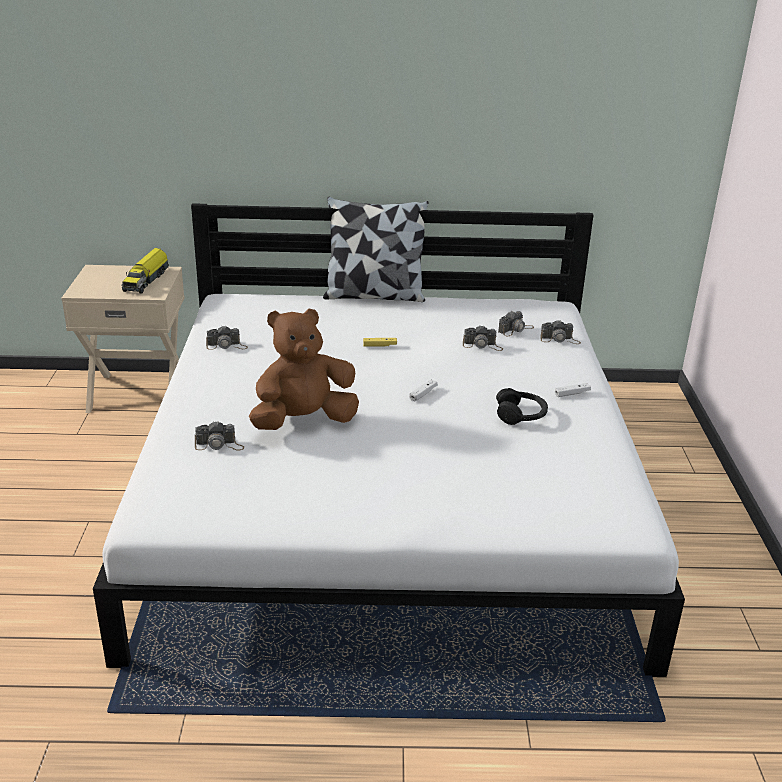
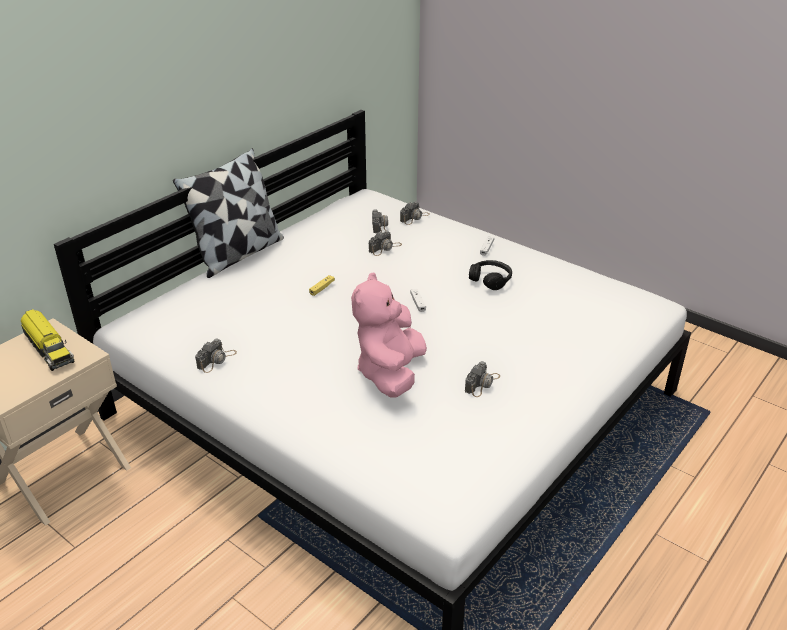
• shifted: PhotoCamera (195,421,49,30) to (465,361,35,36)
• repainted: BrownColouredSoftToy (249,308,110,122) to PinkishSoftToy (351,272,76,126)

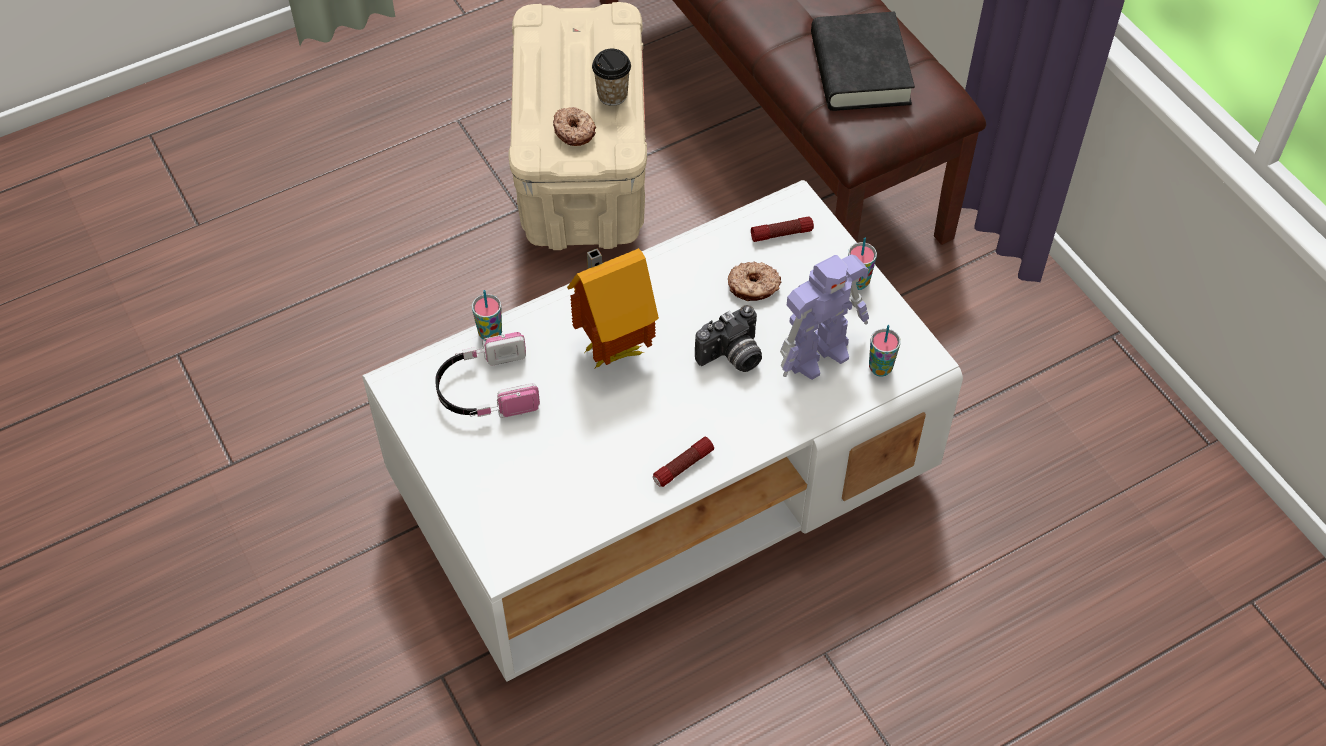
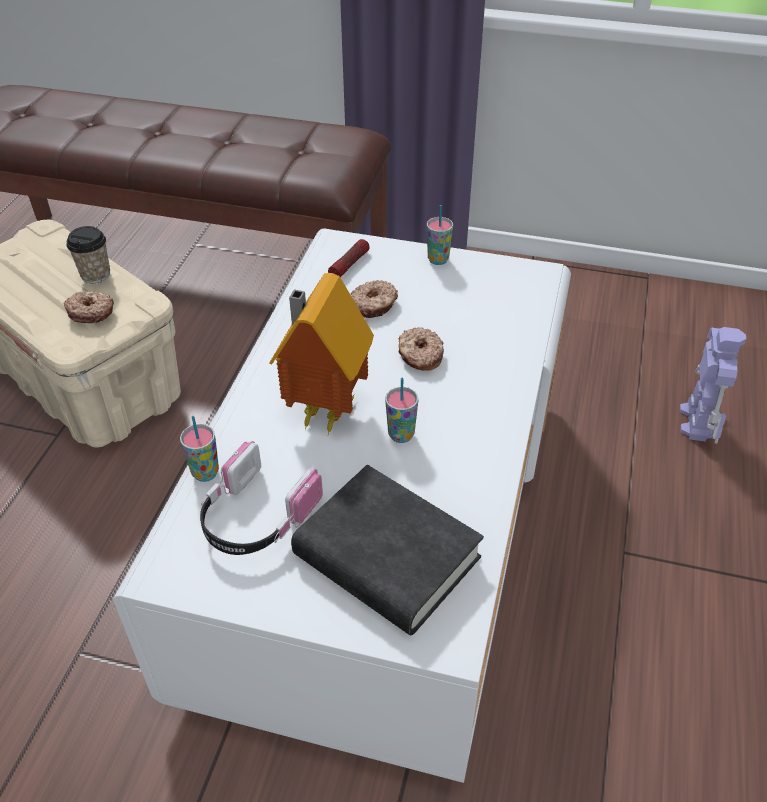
• gone: Flashlight (653,437,61,50)
• shifted: RobotFigure (780,254,89,126) to (680,327,66,117)
• shifted: BlackishVolume (811,12,104,99) to (291,465,193,170)
• shifted: SmallCup (869,325,32,51) to (385,378,33,65)
• swapped: PhotoCamera (695,305,67,67) to RingDoughnut (398,327,46,44)

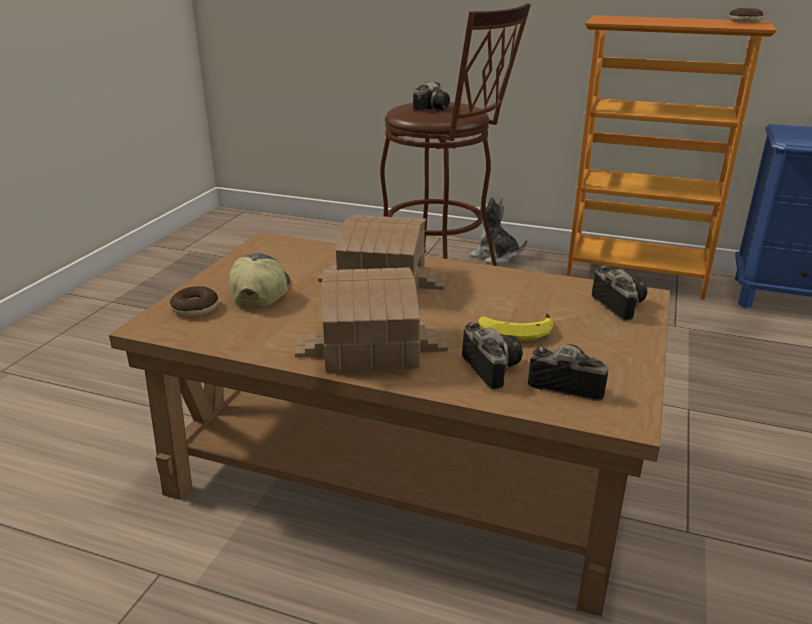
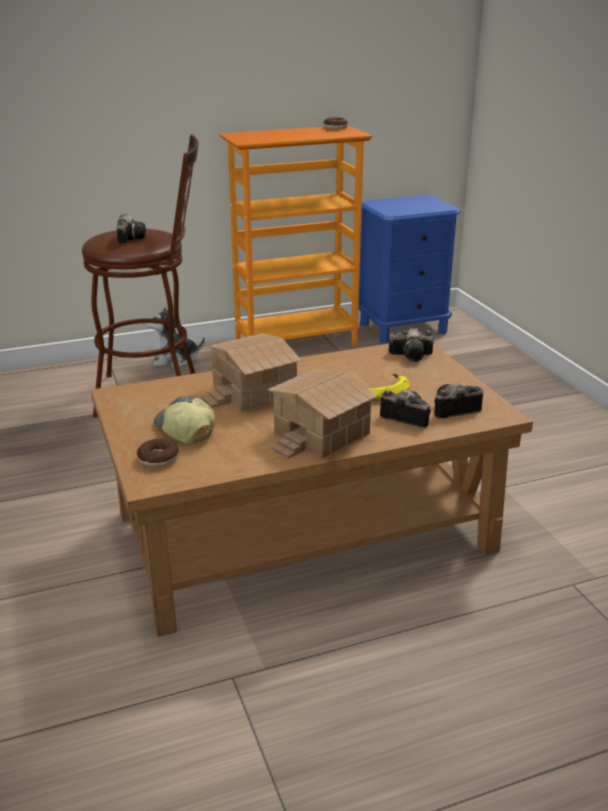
• rotated: PhotoCamera (592,266,56,55) = (389,328,45,34) 150 degrees clockwise

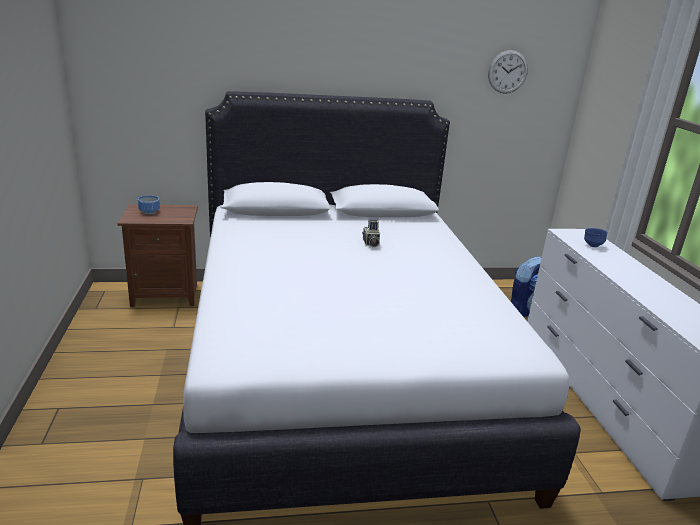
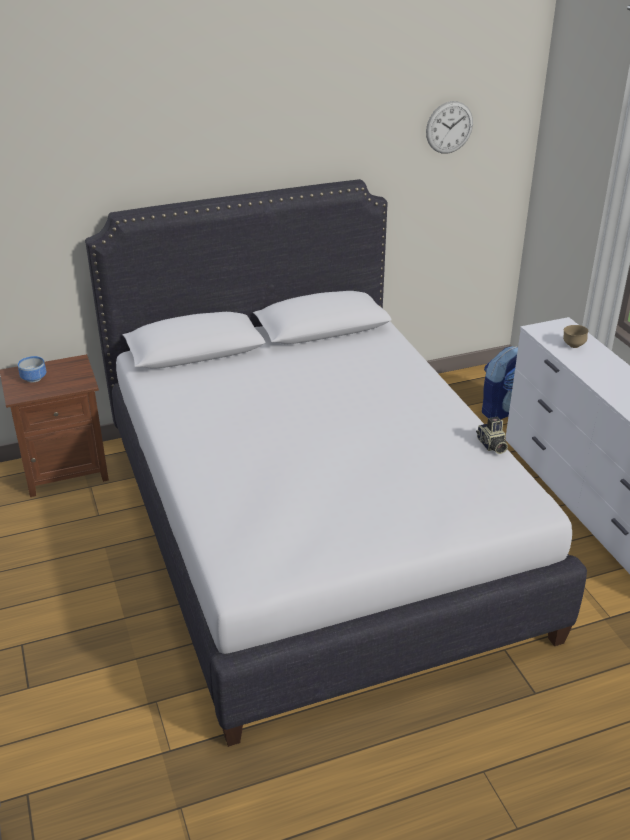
• shifted: PhotoCamera (362,220,18,27) to (476,417,32,37)
• repainted: BlueColouredServingBowl (584,228,24,19) to BrownColouredServingBowl (563,325,25,23)

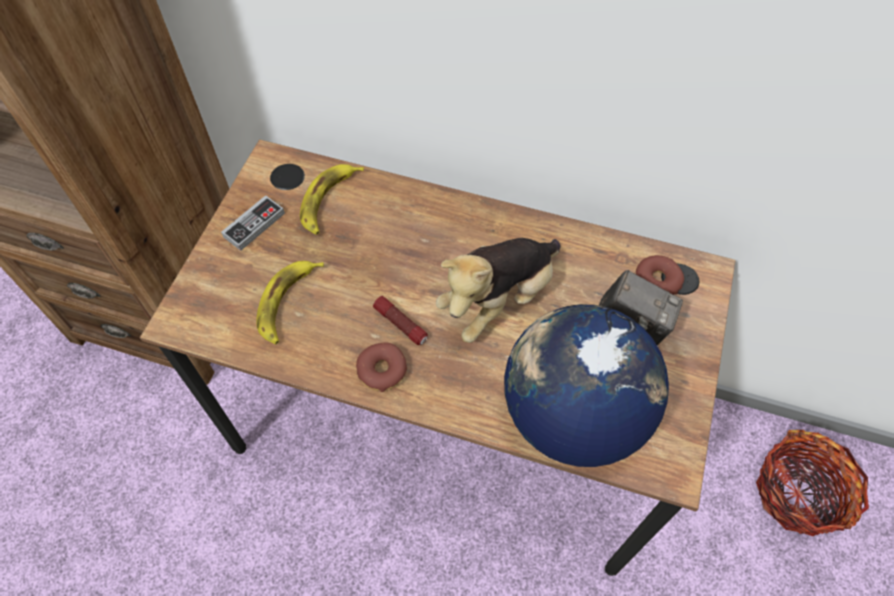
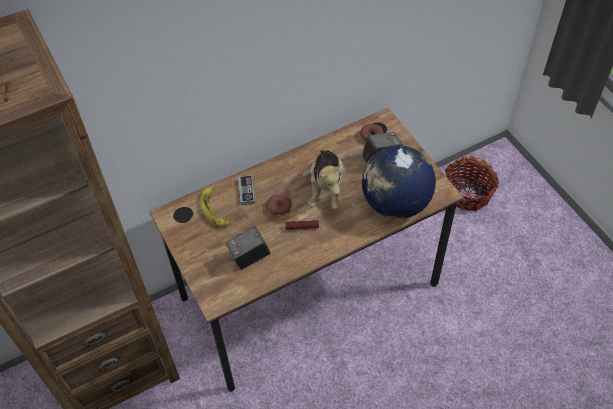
• shifted: GameController (221,195,64,56) to (238,175,17,30)
• shifted: RingDoughnut (356,342,51,50) to (266,194,25,22)
• swapped: Banana (256,261,68,83) to PhotoCamera (226,226,44,44)

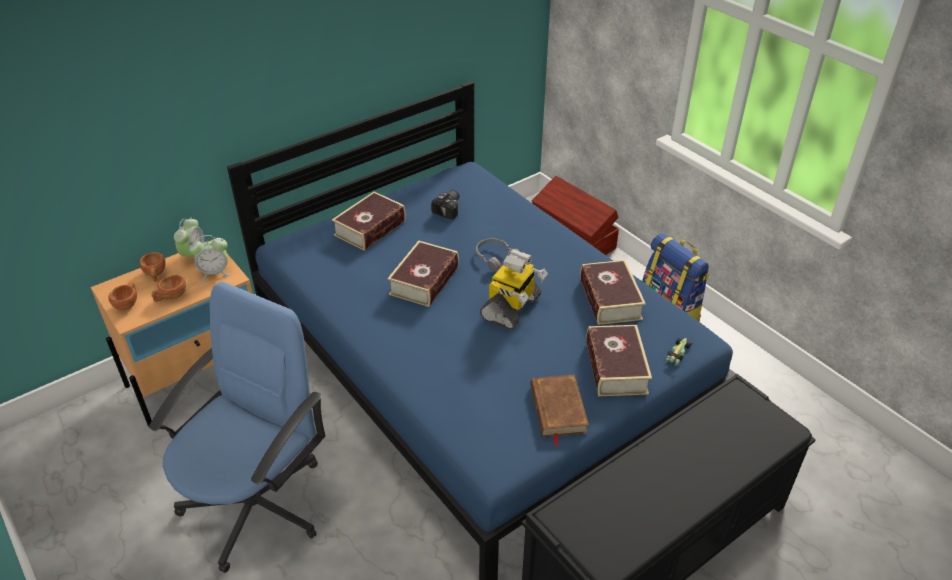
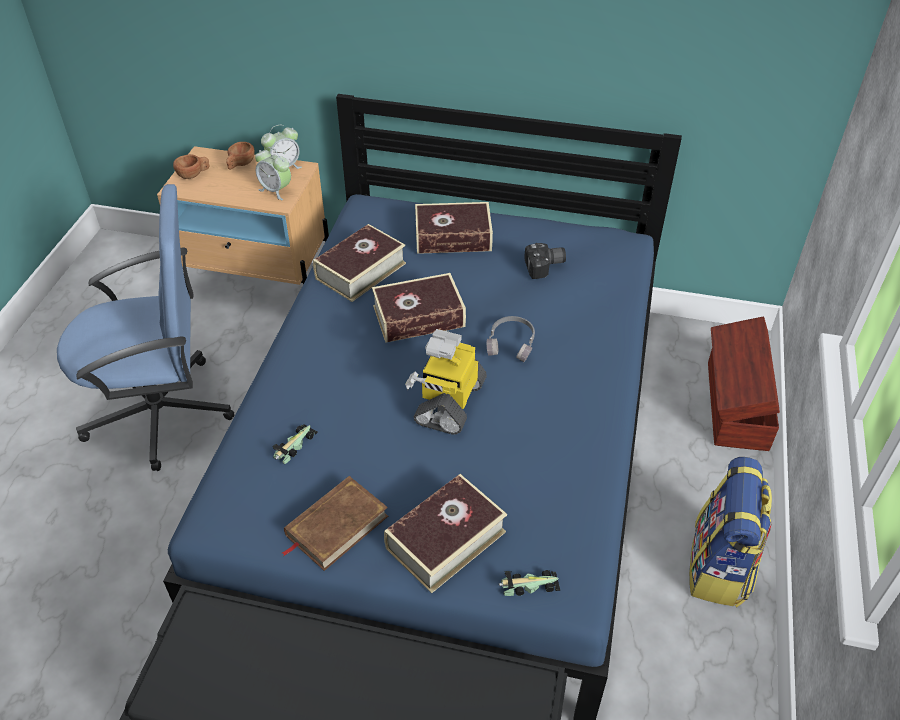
• gone: BrownColouredSmallCup (151,275,35,27)
• new: ToyCar (273,425,45,39)
• shifted: Volume (580,260,66,65) to (313,224,93,78)
• rotated: RobotFigure (480,250,68,80) = (405,329,82,106) 120 degrees clockwise

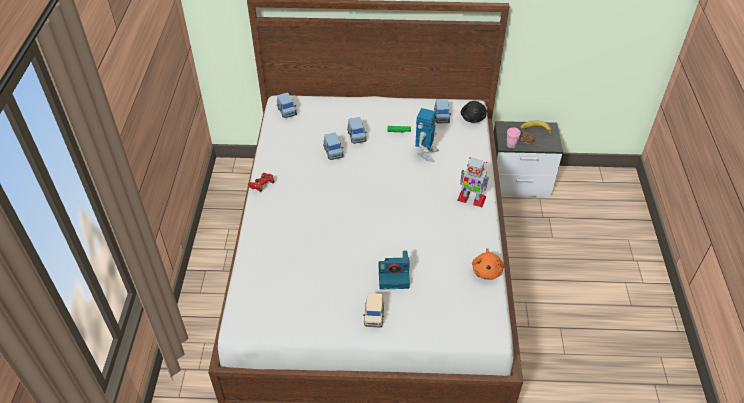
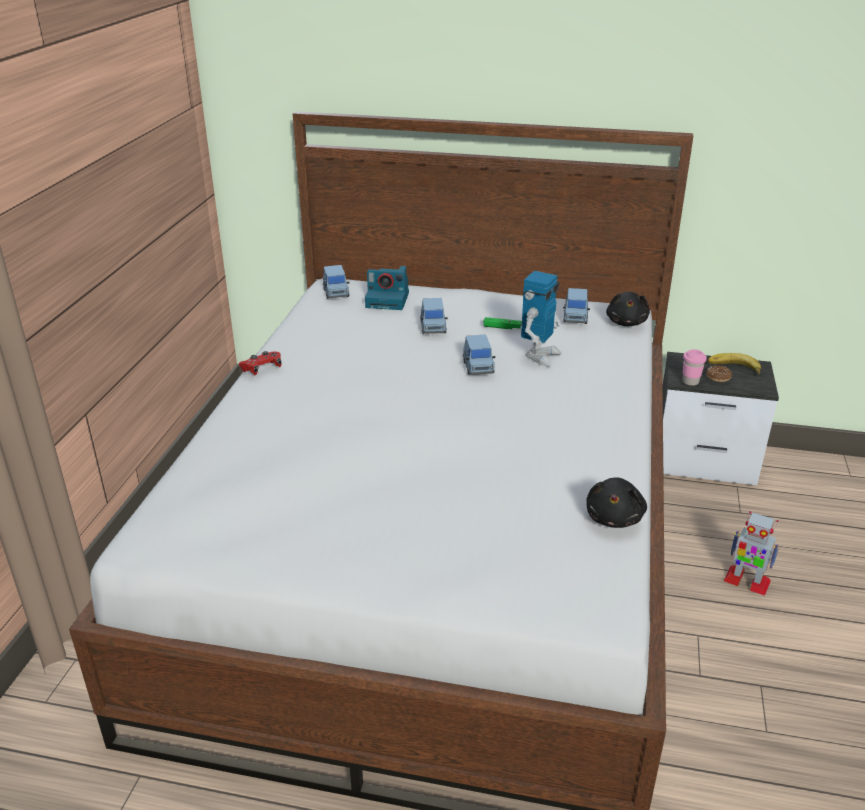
• gone: BeigeToyCar (363,293,21,35)
• shifted: BlueColouredToyCar (323,132,21,28) to (463,335,32,40)
• shifted: PhotoCamera (378,251,32,39) to (365,266,44,44)
• shifted: RobotFigure (457,158,32,49) to (724,511,56,85)
• repainted: OrangeySoftToy (472,248,32,32) to BlackishSoftToy (586,478,61,50)

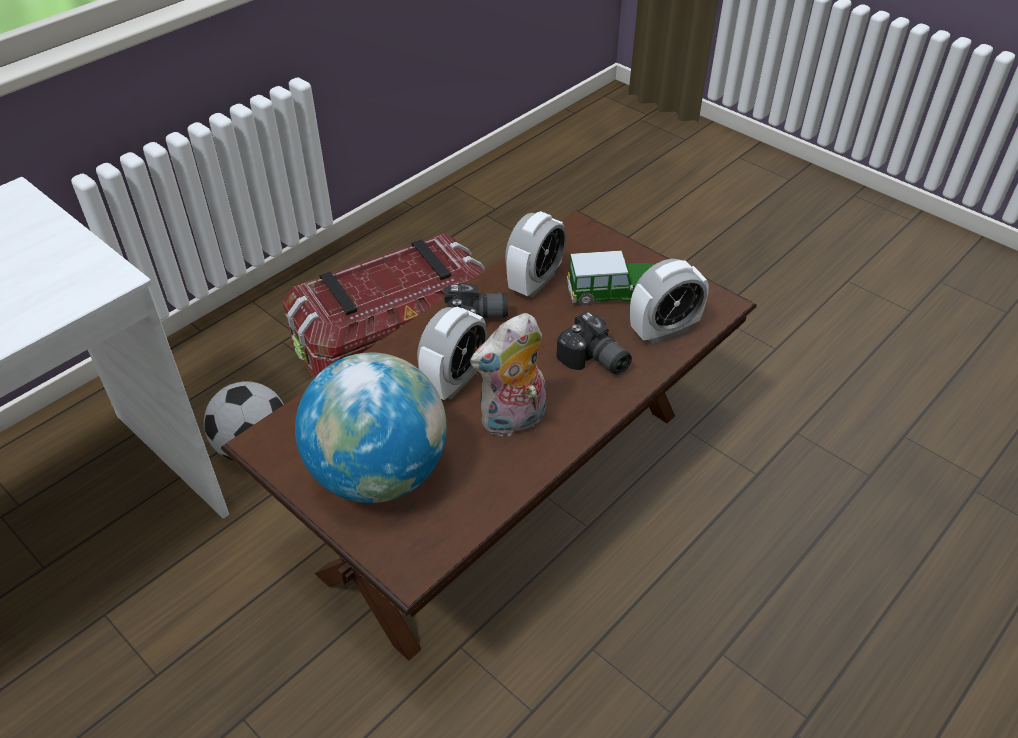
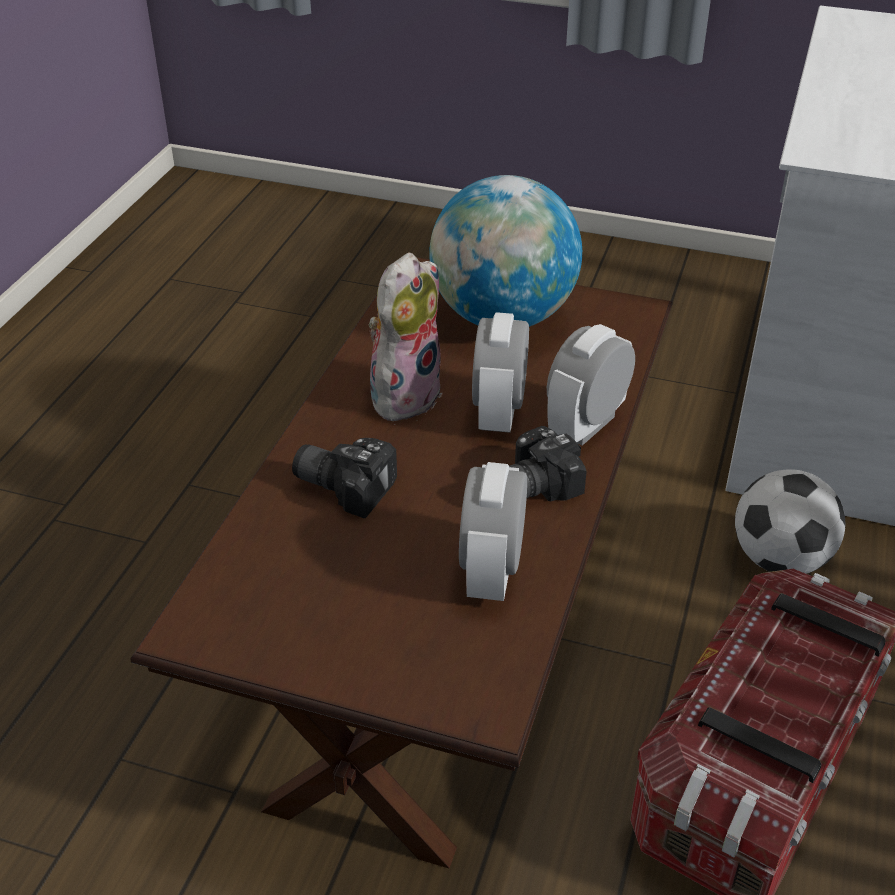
• gone: ToyCar (567,250,86,56)
• shifted: BedsideClock (630,259,79,85) to (547,324,88,122)

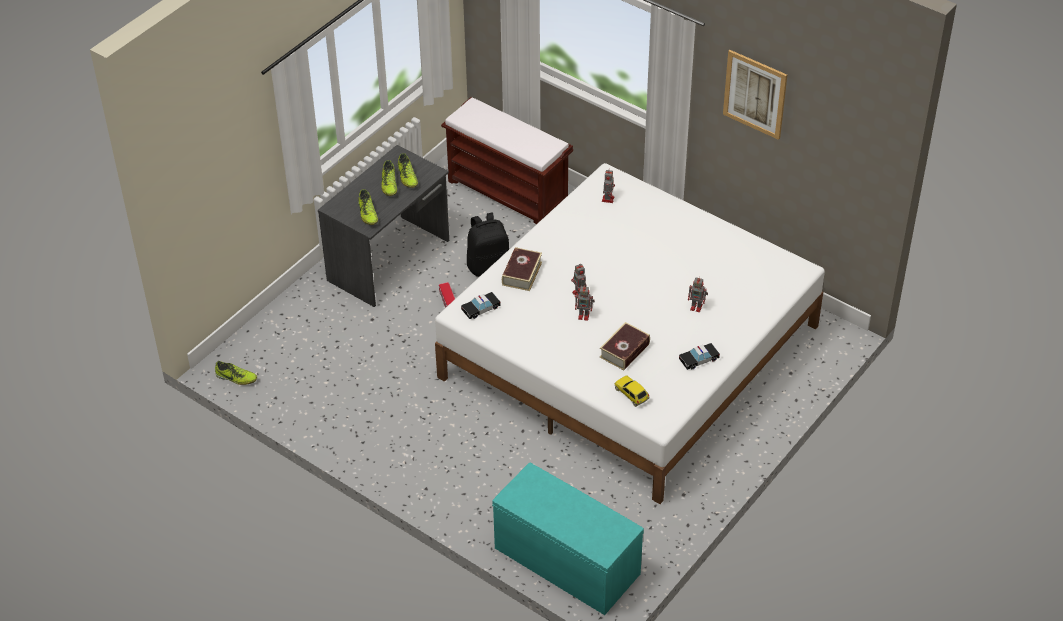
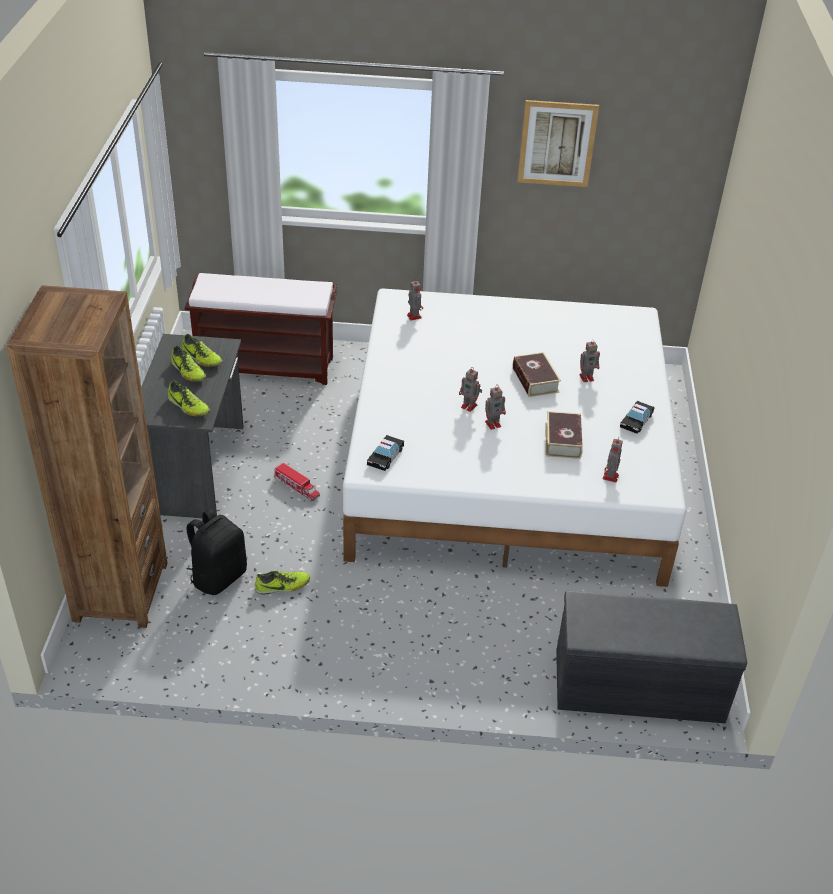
• new: BrownColouredBookcase (7,285,160,343)
• shifted: ItemOfFootwear (215,361,42,24) to (255,571,55,23)
• shifted: BlackishRucksack (467,212,42,65) to (186,508,61,87)
• shifted: Volume (502,247,40,44) to (513,352,48,45)
• swapped: ToyCar (614,375,36,32) to RobotFigure (603,437,20,46)
• repainted: BlueGreenLongSeat (492,463,152,152) to GreyLongSeat (556,591,191,132)

